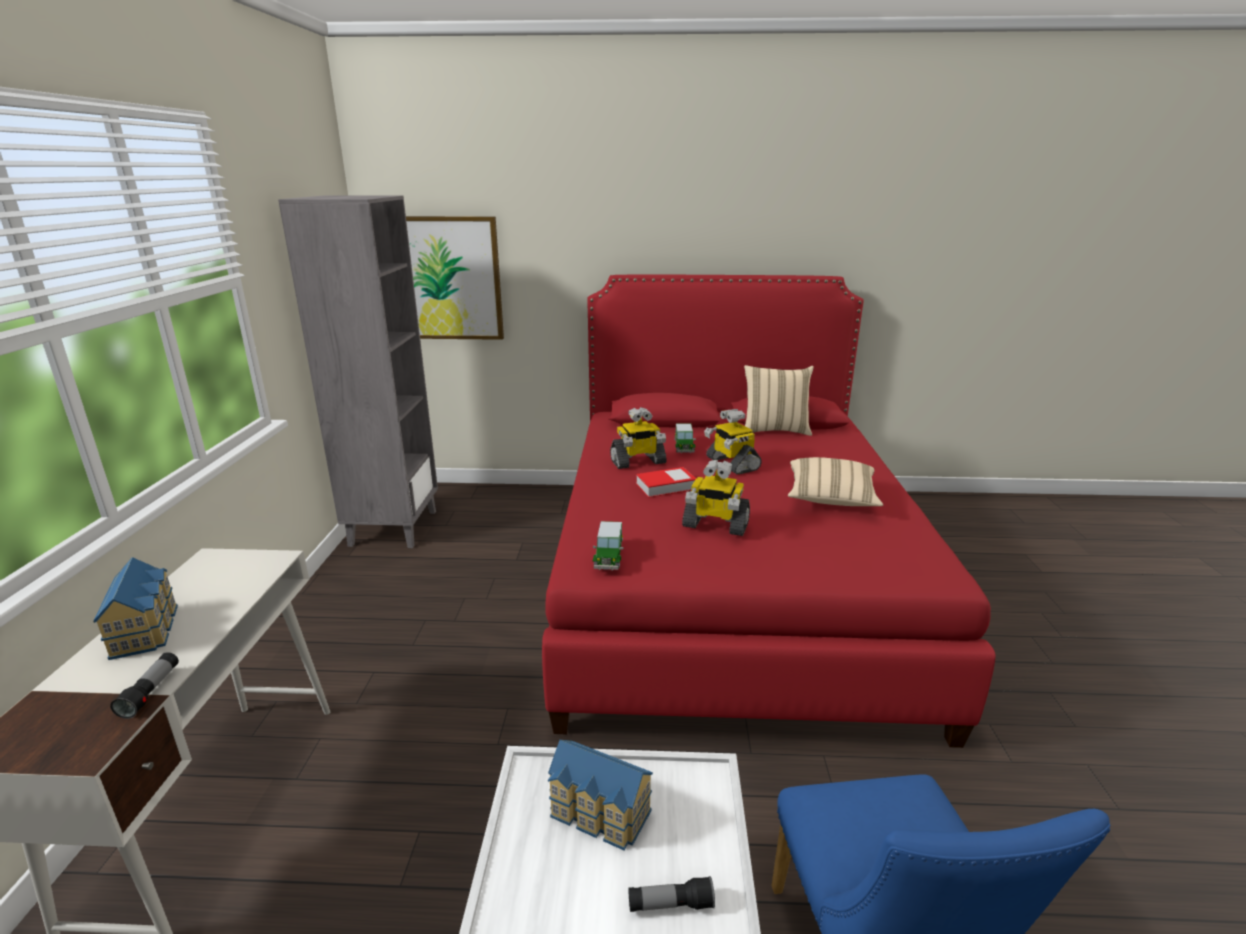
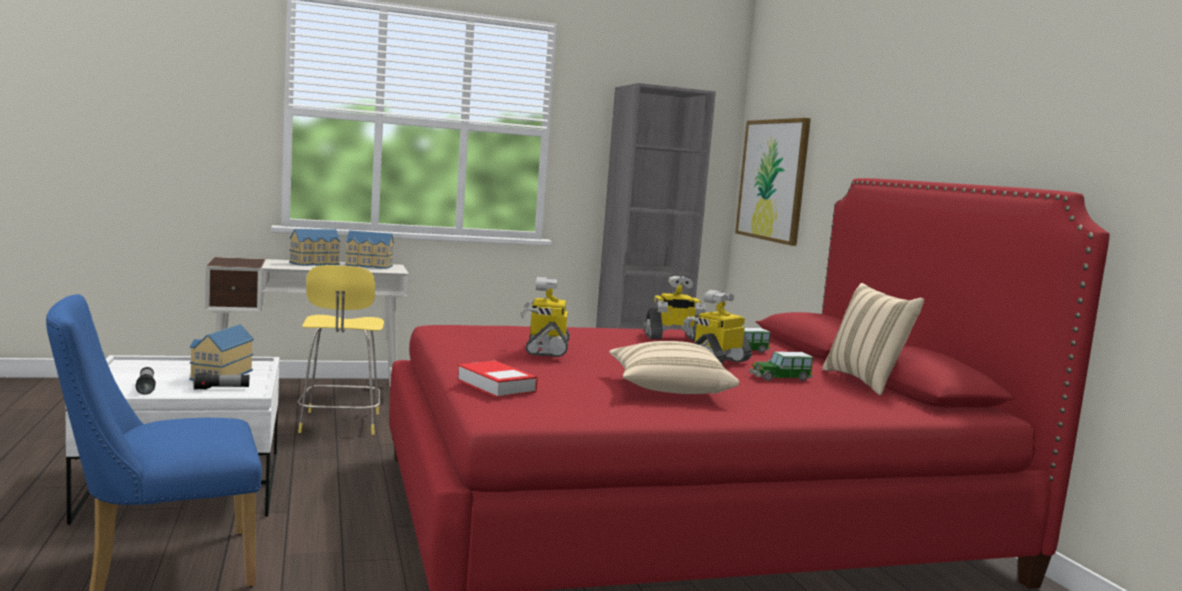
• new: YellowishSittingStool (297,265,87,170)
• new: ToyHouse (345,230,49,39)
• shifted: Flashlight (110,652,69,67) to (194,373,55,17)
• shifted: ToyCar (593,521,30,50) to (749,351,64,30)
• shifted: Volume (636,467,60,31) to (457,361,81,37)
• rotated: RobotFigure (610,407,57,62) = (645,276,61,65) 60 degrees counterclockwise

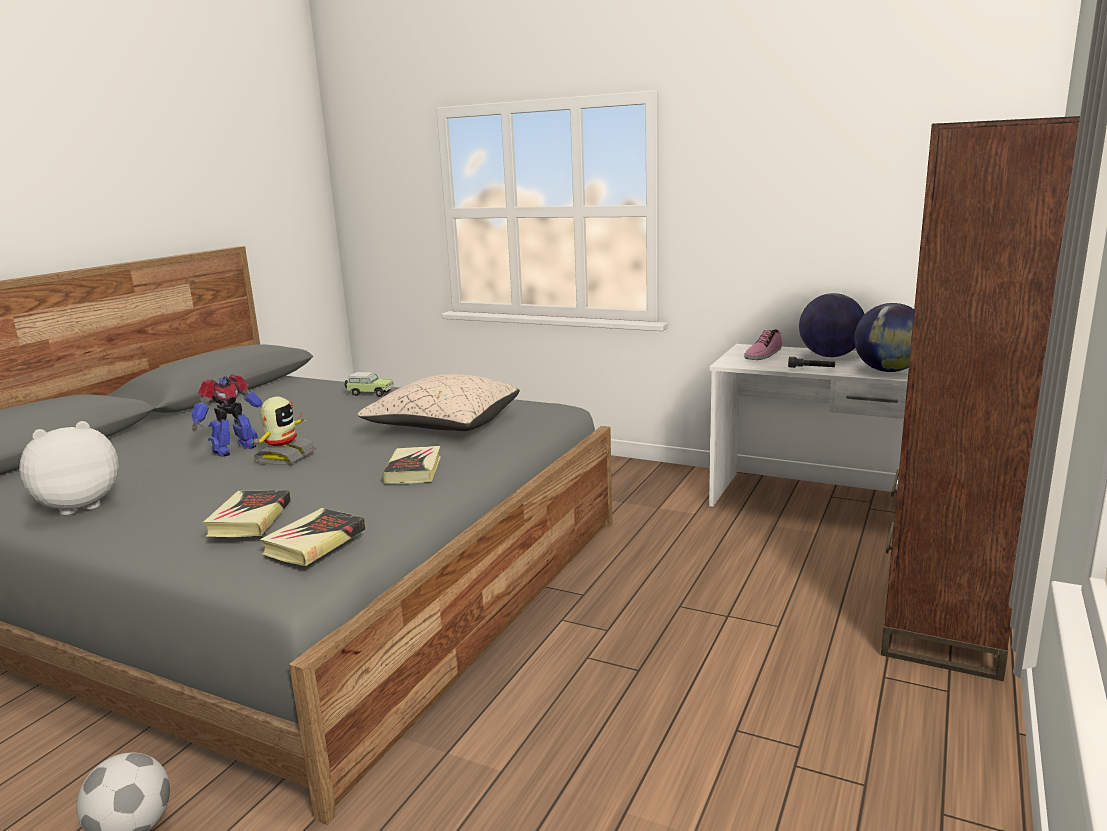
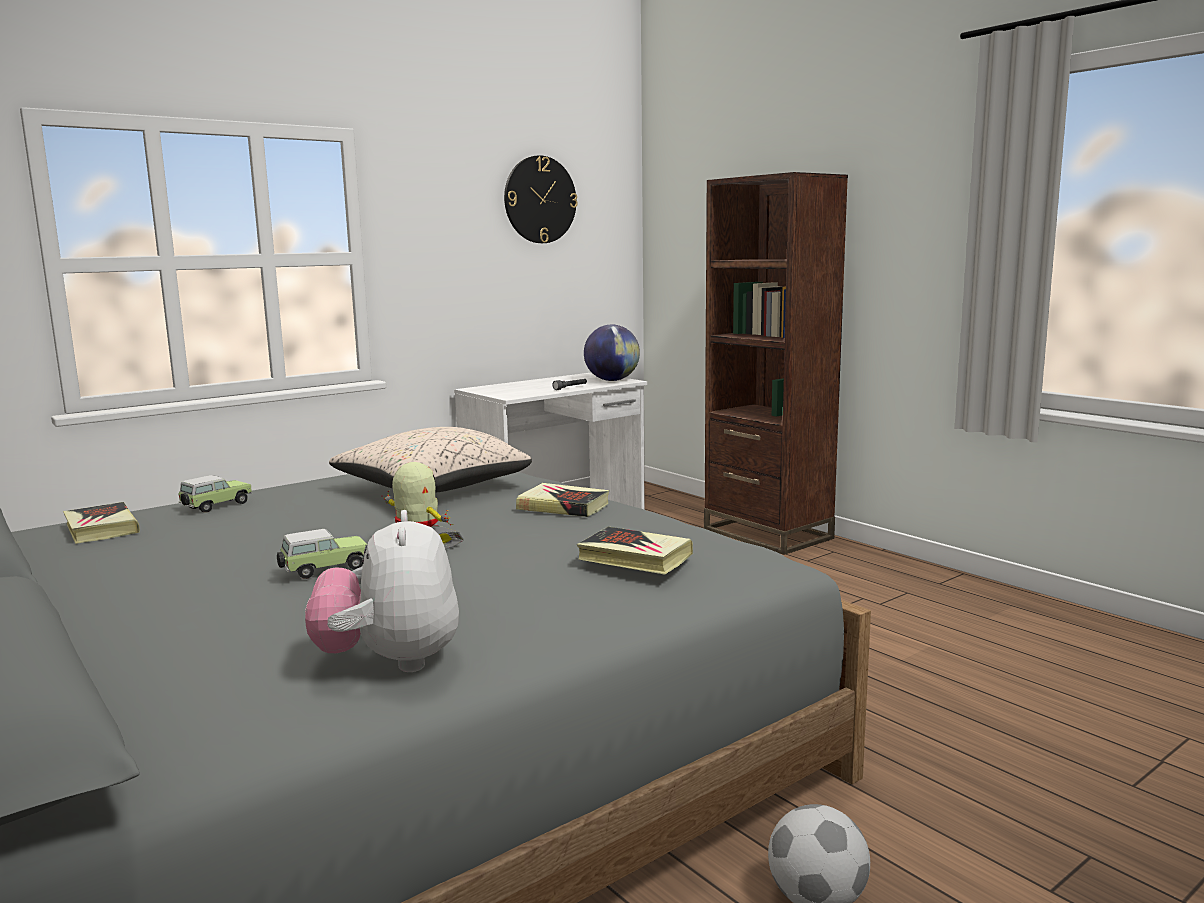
• gone: ItemOfFootwear (744,329,38,31)
• gone: DeskGlobe (799,293,66,64)
• new: ClockOnTheWall (504,155,74,88)
• shifted: Volume (260,508,106,58) to (63,502,77,42)
• swapped: RobotFigure (192,374,71,83) to ToyCar (277,529,90,50)

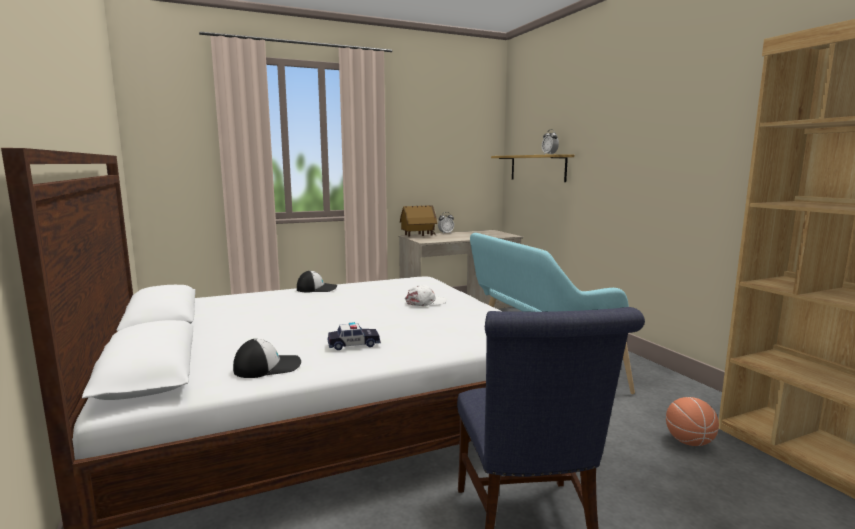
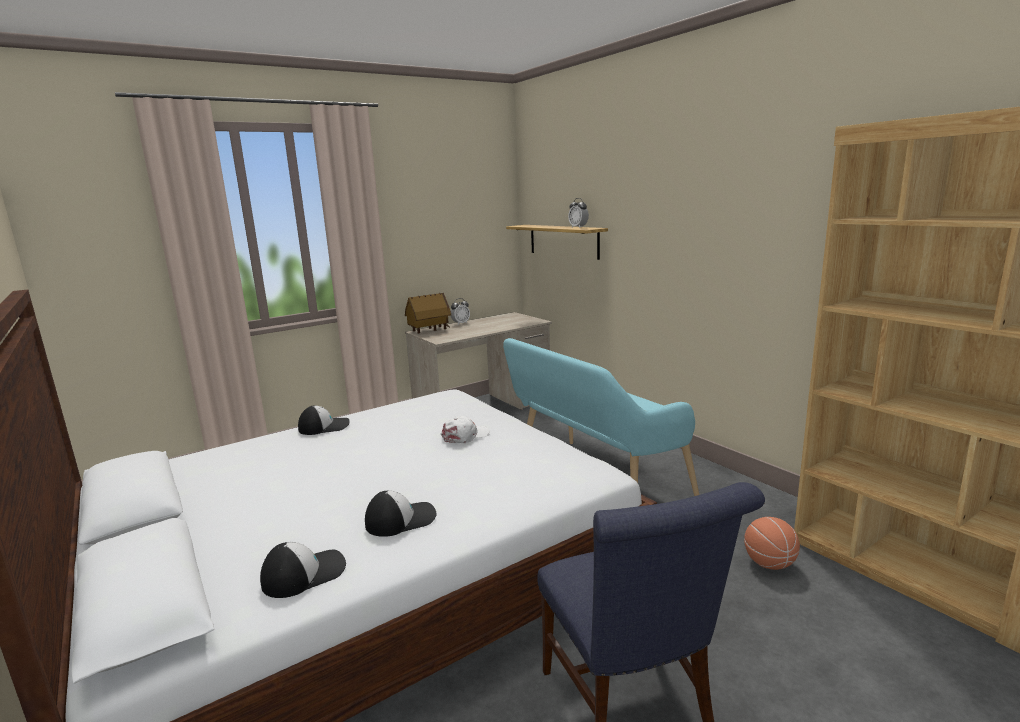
• swapped: ToyCar (327,322,54,28) to PeakedCap (365,491,72,46)

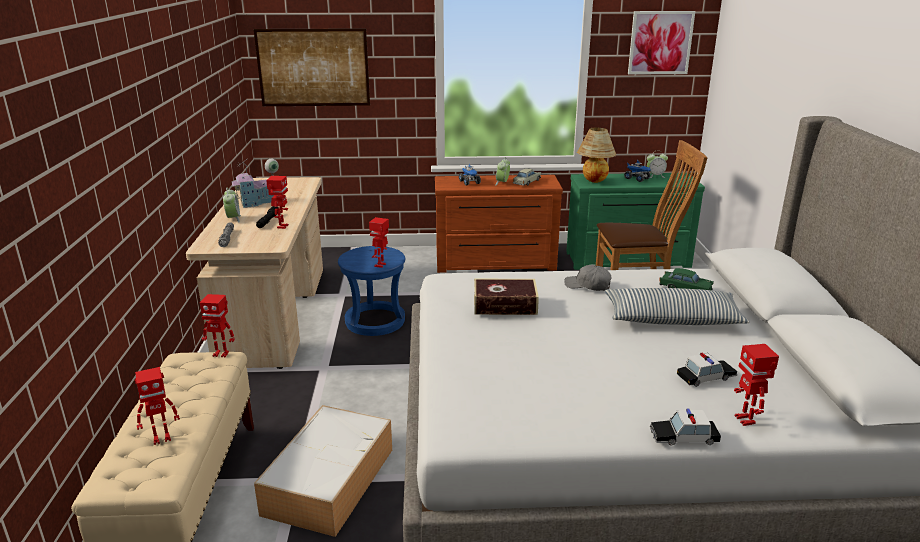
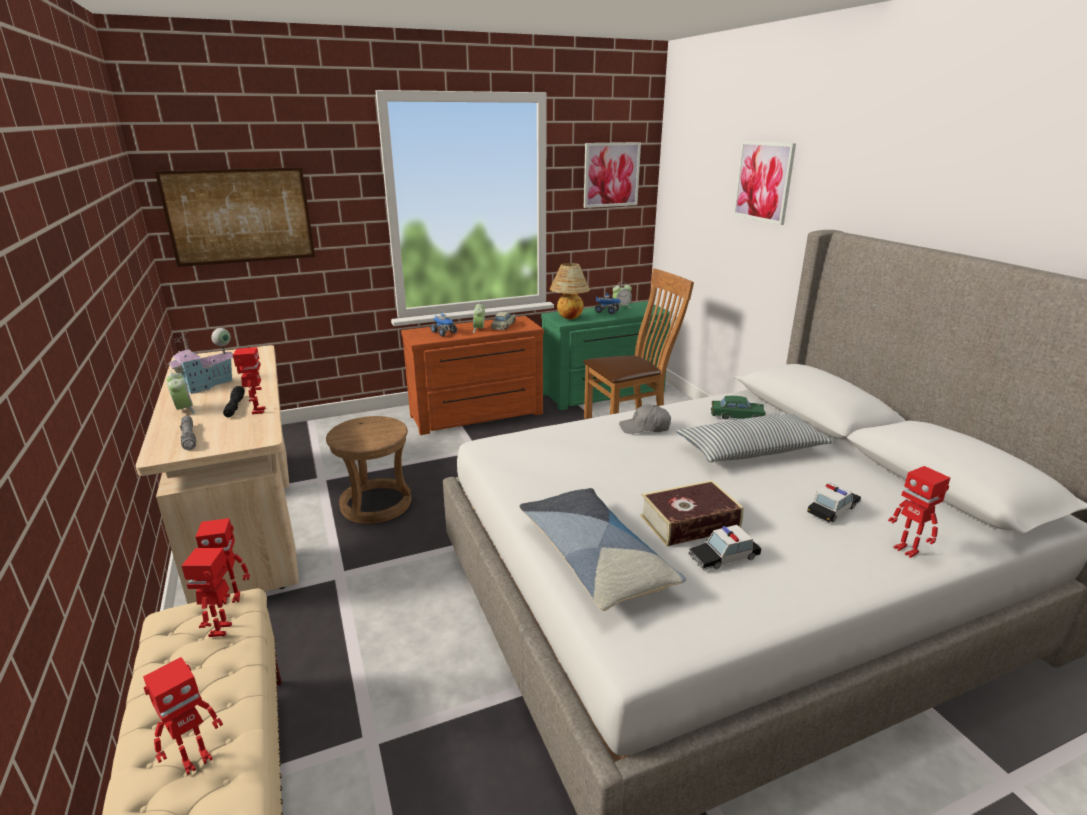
• gone: StorageBin (254,405,138,132)
• new: ThrowPillow (520,488,166,123)
• new: WallArt (733,141,63,84)
• shifted: RobotFigure (369,217,20,51) to (182,548,50,89)
• shifted: Volume (474,279,65,36) to (640,480,104,66)
• shifted: ToyCar (650,408,71,37) to (688,525,73,45)
• repainted: BlueColouredSittingStool (338,246,67,90) to BrownColouredSittingStool (326,416,85,108)

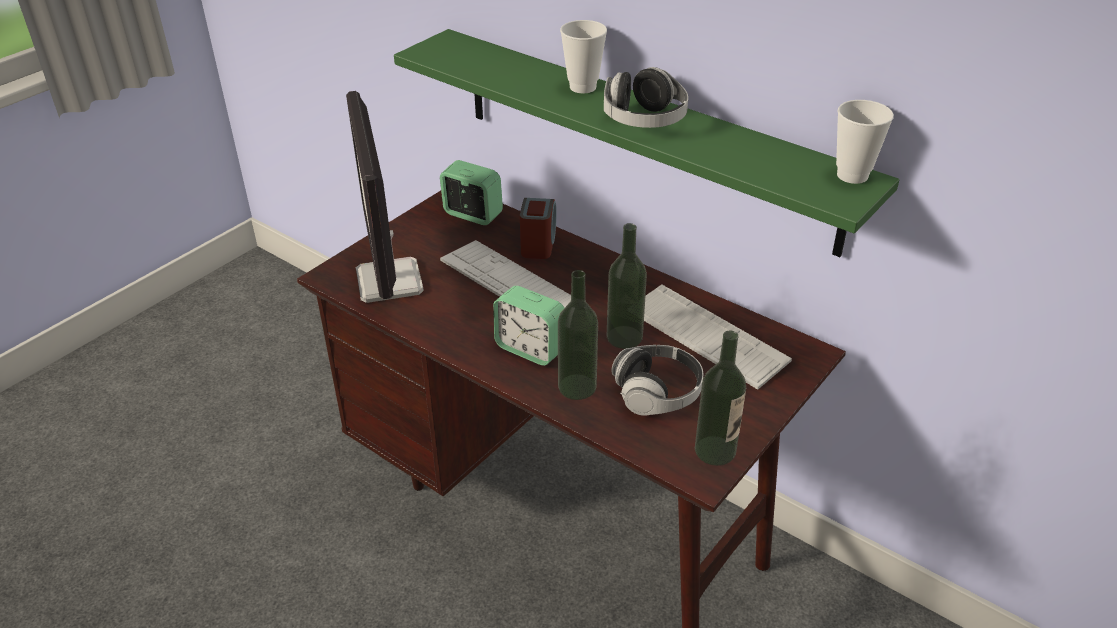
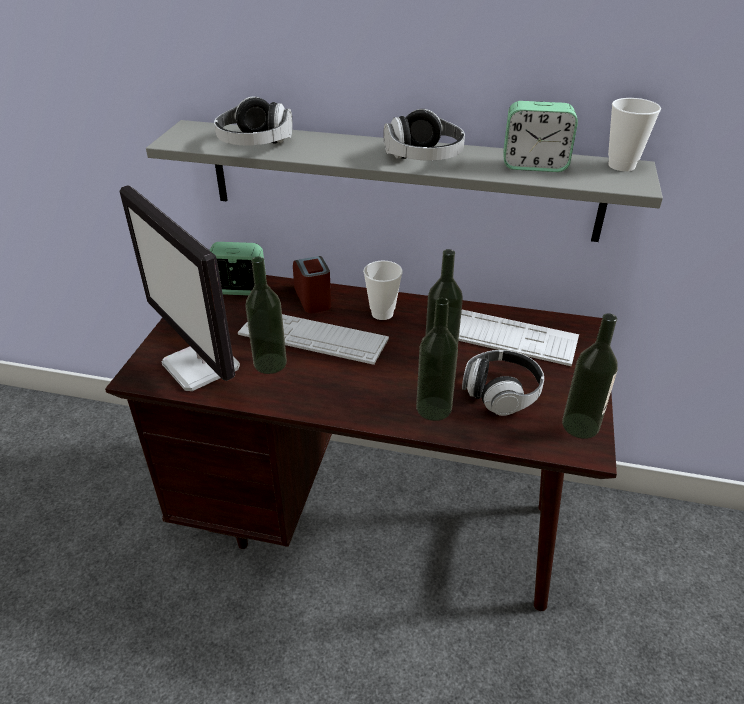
• new: Headphones (214,96,79,49)
• new: DrinkBottle (245,257,42,117)
• shifted: BedsideClock (493,286,71,80) to (503,101,75,71)
• shifted: SmallCup (560,20,47,73) to (363,261,40,59)
• repainted: GreenShelf (394,29,506,228) to GreyShelf (146,120,517,122)

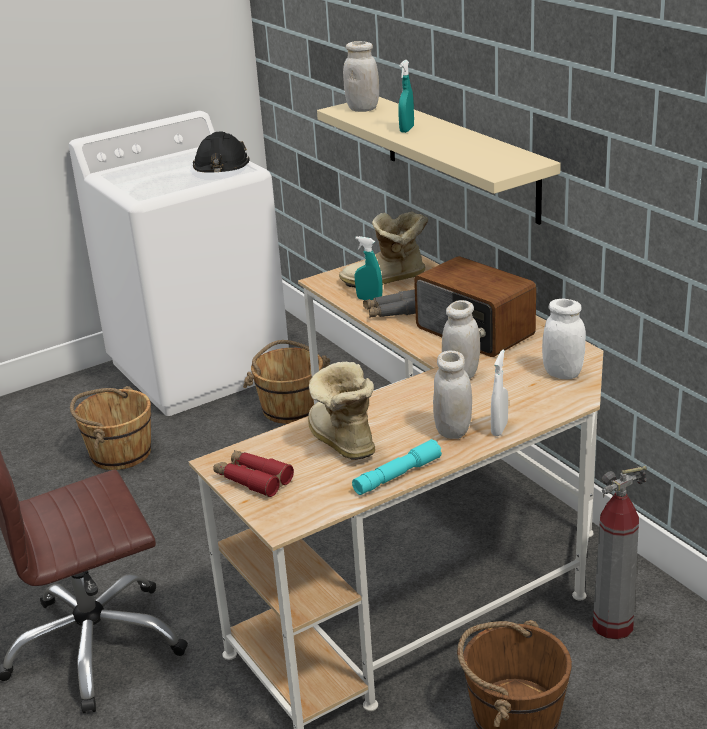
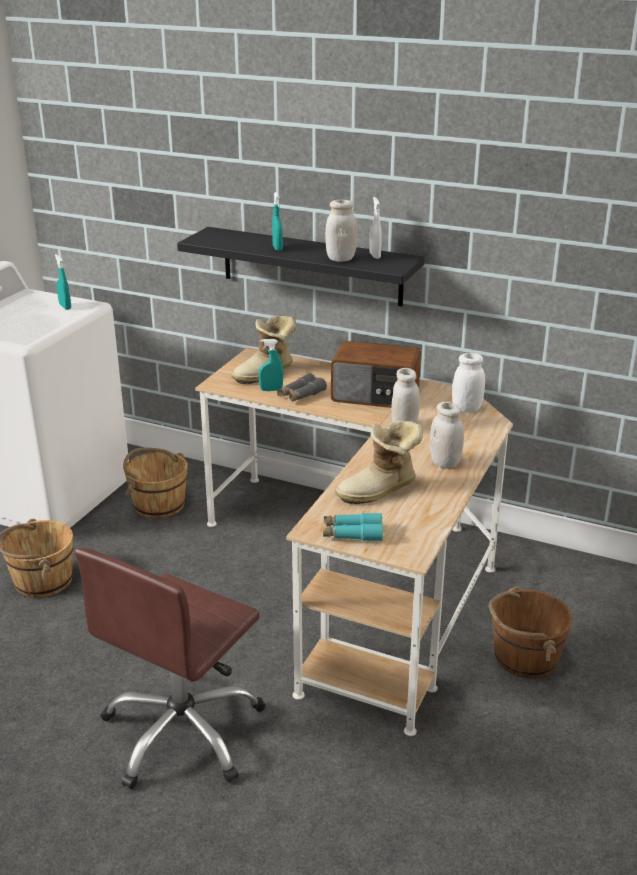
• gone: BlueGreenFlashlight (352,439,90,56)
• gone: FireFightingCylinder (593,466,54,173)
• shifted: WhitishJar (343,41,36,71) to (325,200,32,62)
• shifted: WhitishHandSprayer (491,350,17,86) to (369,197,13,62)
• swapped: BlackishSafetyHelmet (193,131,57,42) to BlueGreenHandSprayer (55,254,16,56)
• repainted: ReddishBinoculars (213,450,81,47) to BlueGreenBinoculars (323,513,60,28)
• repainted: BeigeShelf (317,97,244,128) to BlackishShelf (177,227,248,79)
• rotated: Boot (308,362,67,98) = (335,419,88,85) 60 degrees counterclockwise

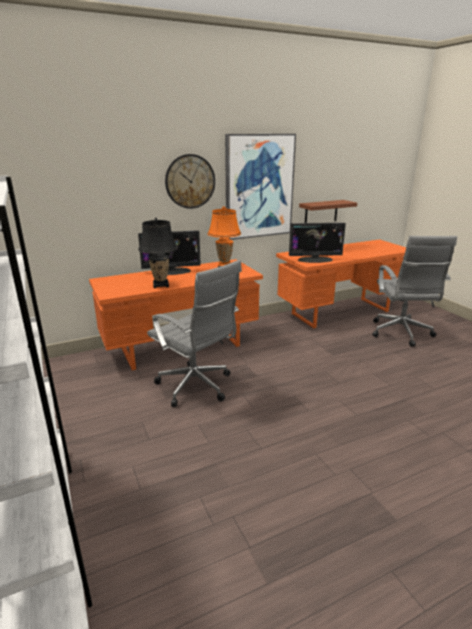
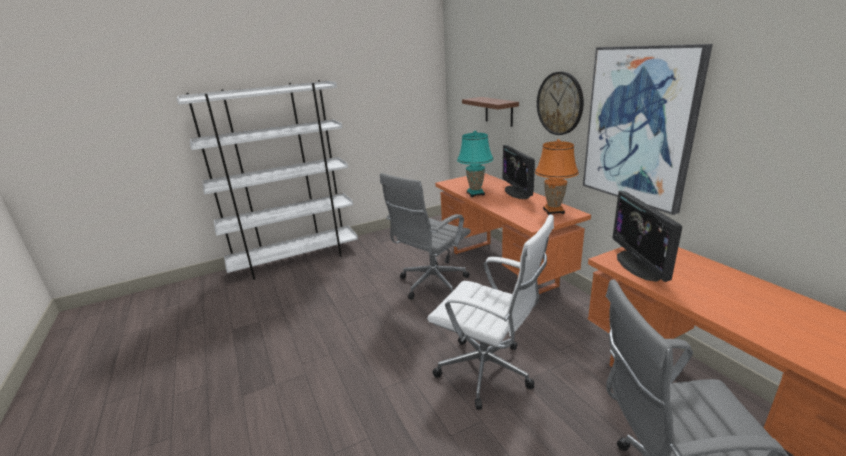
• new: WhitishDeskChair (427,214,127,196)
• shifted: BrownColouredShelf (299,200,58,23) to (462,97,57,30)
• repainted: BlackishTableLamp (138,218,40,70) to BlueGreenTableLamp (457,131,37,66)

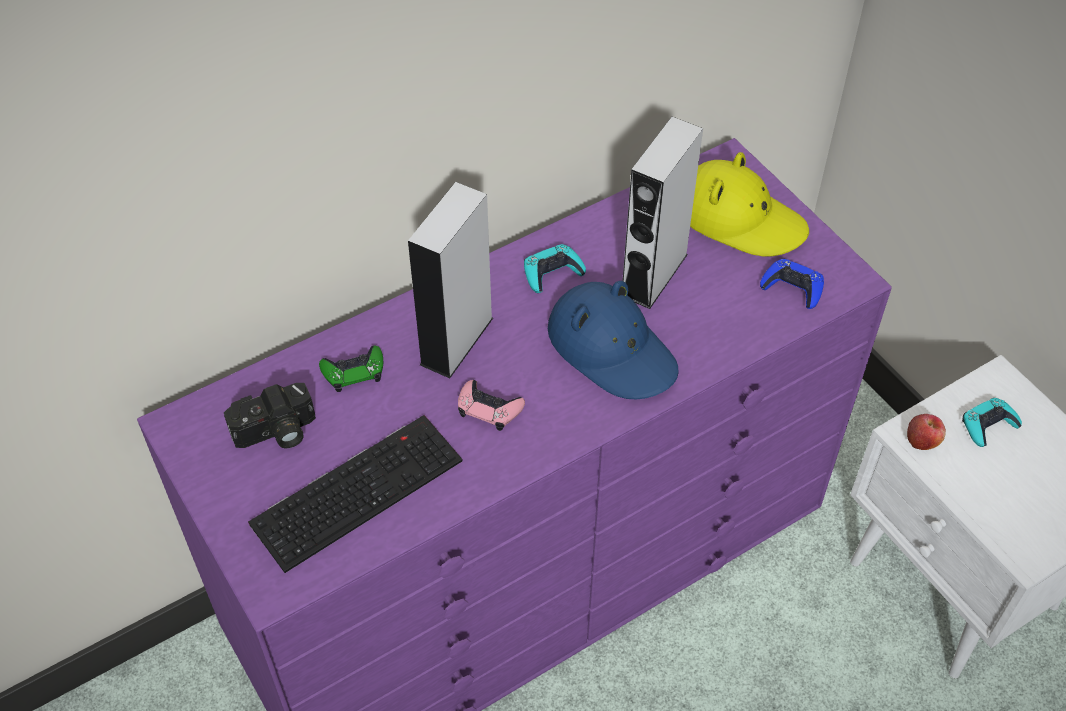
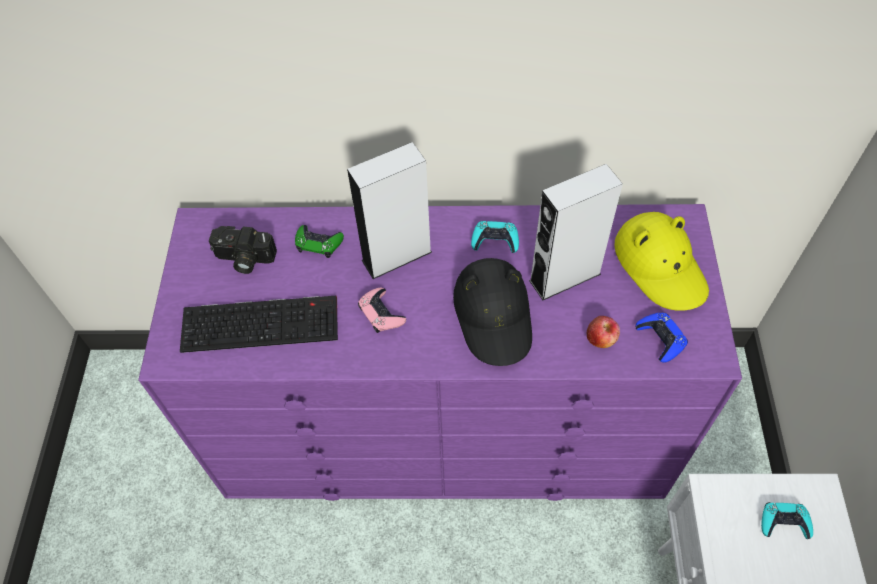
• shifted: AppleFruit (907,414,39,36) to (587,316,33,32)
• repainted: BlueColouredHat (548,281,131,118) to BlackishHat (453,258,79,108)

